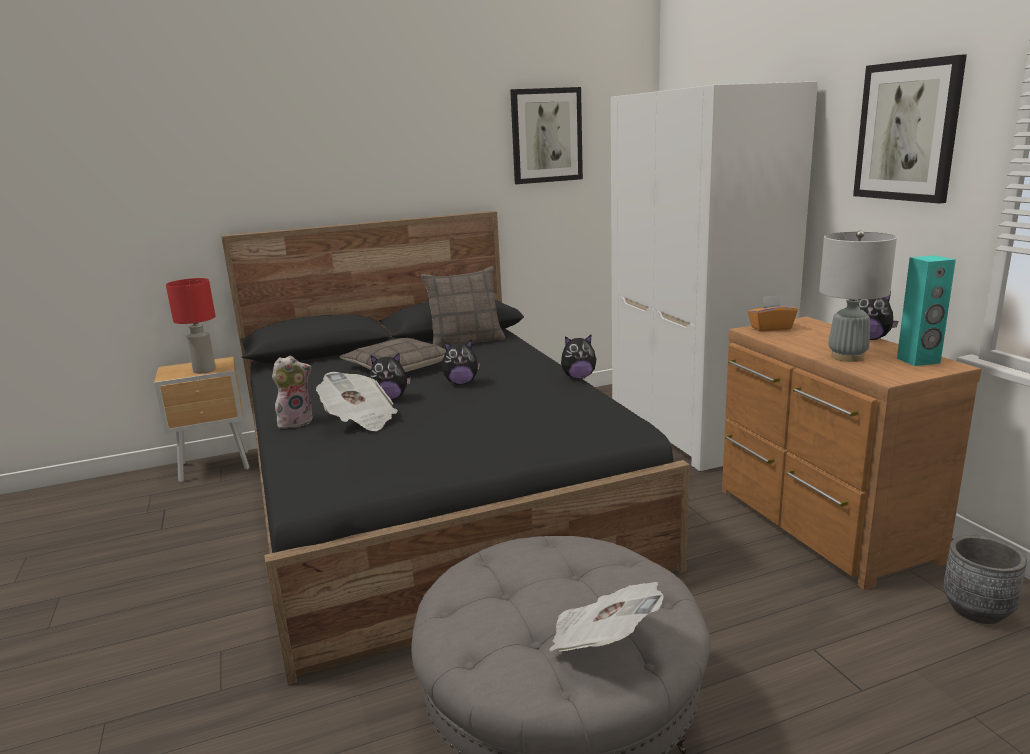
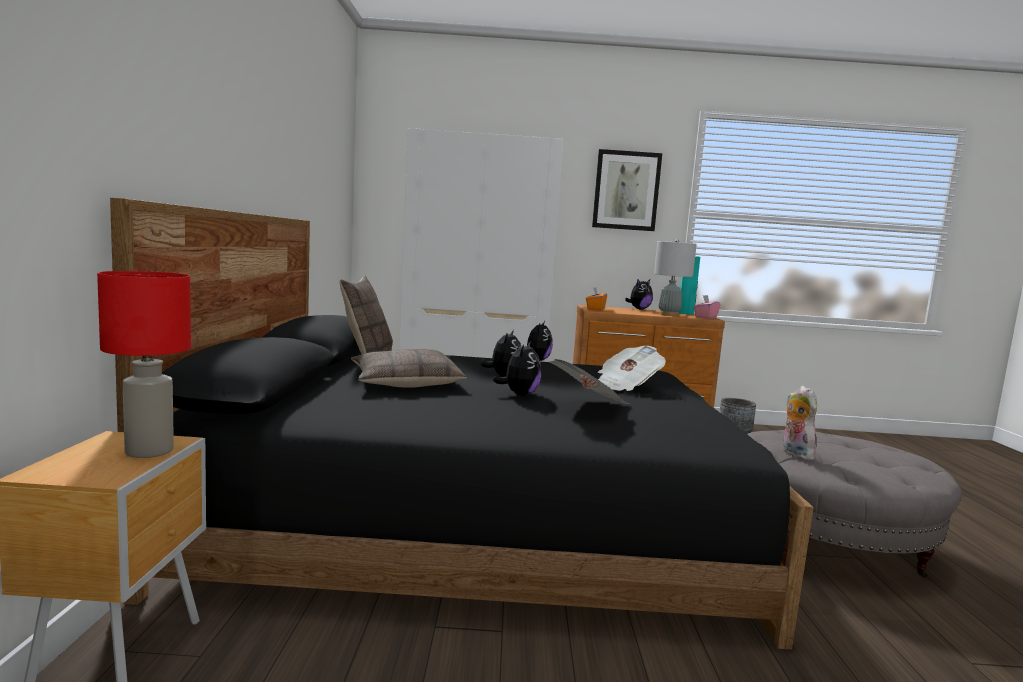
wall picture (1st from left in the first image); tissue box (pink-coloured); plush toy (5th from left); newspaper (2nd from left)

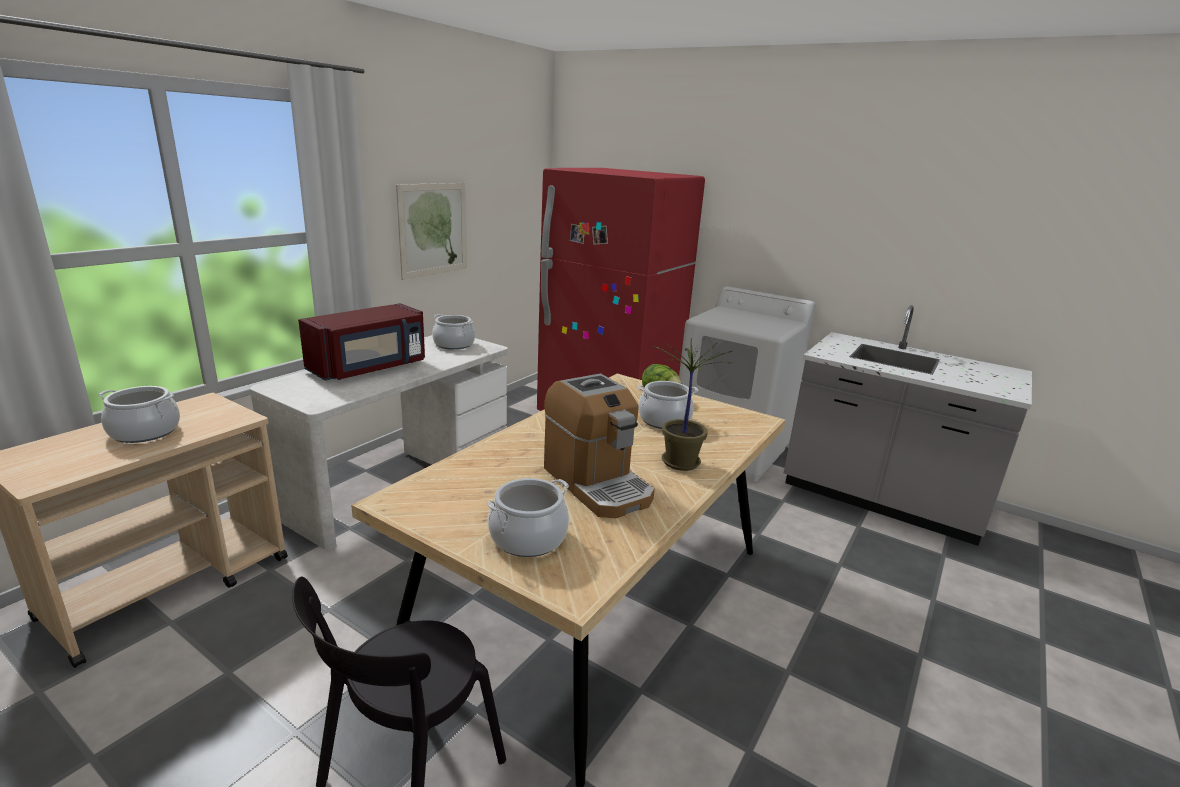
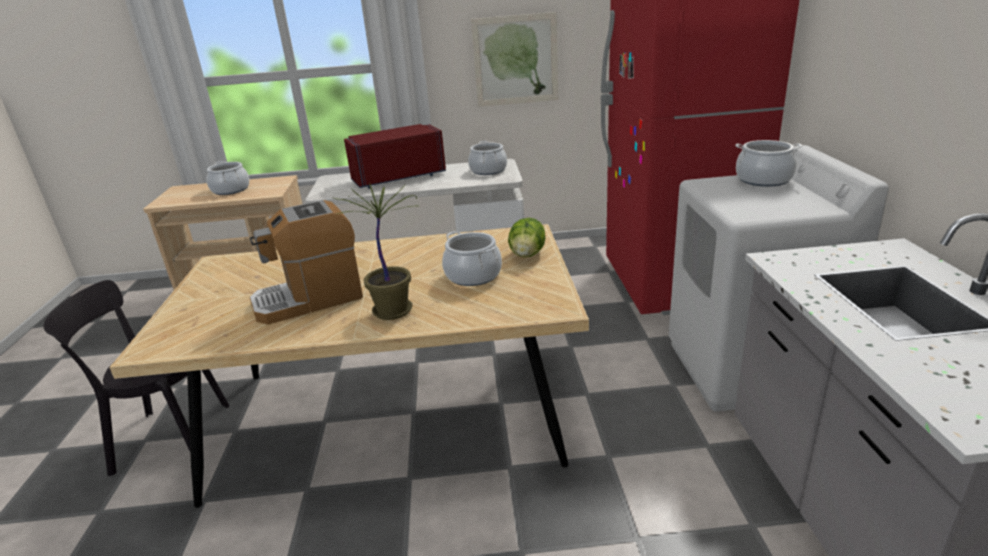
cooking pot (4th from left); microwave oven (reddish); coffee brewer

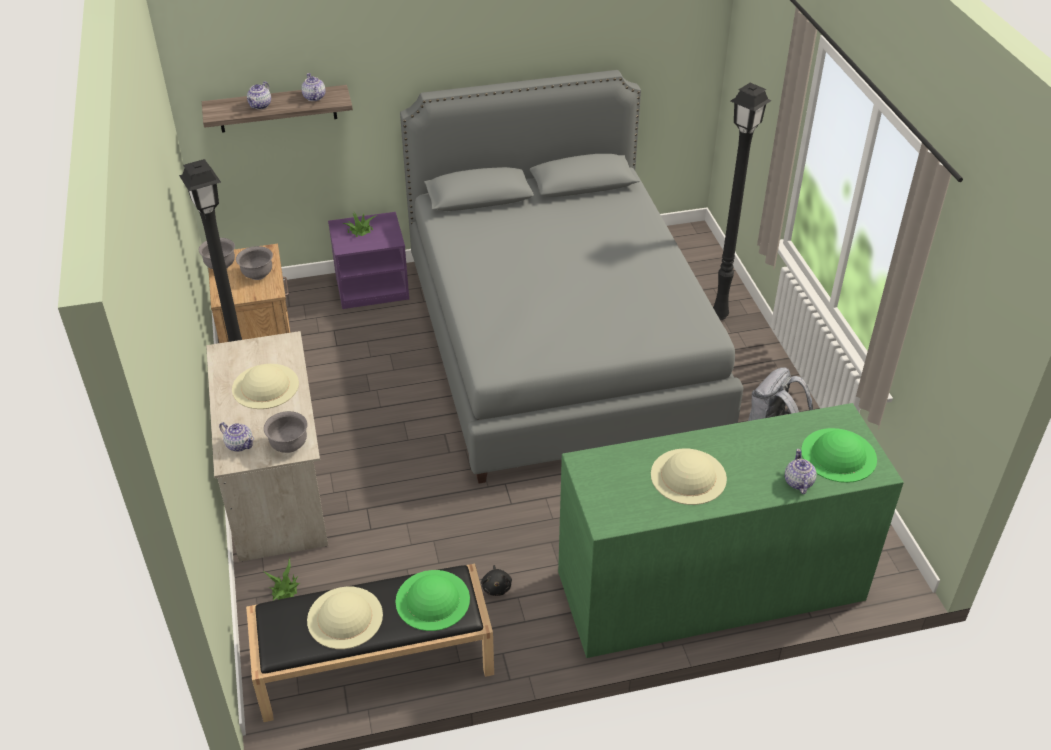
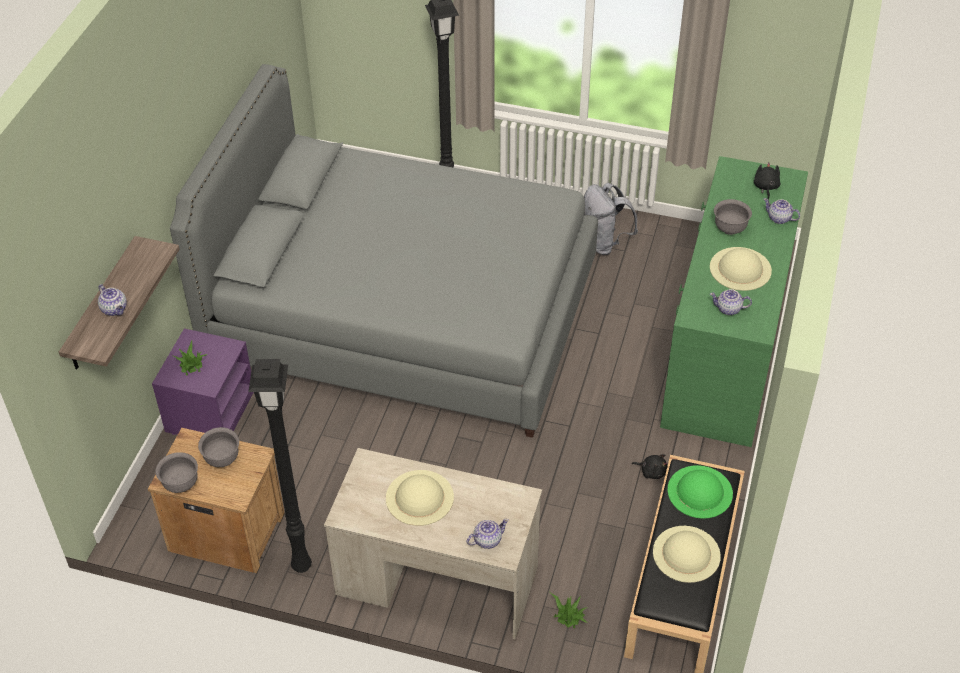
serving bowl (greyish) (3rd from left); tea pot (3rd from left); plush toy (black-coloured) (2nd from left)

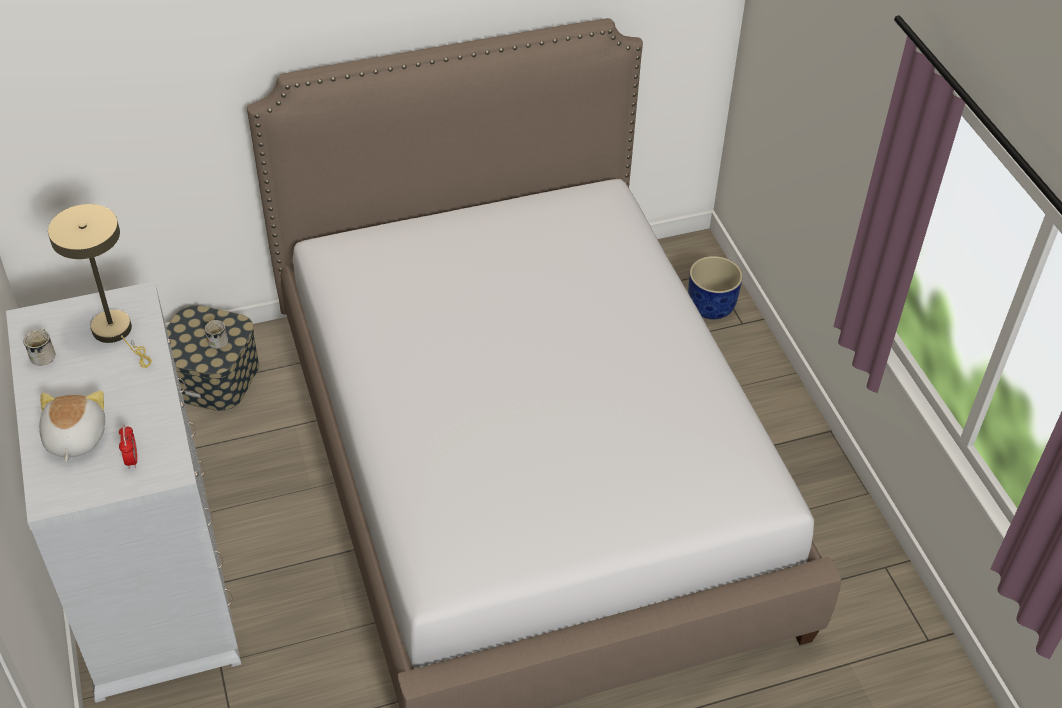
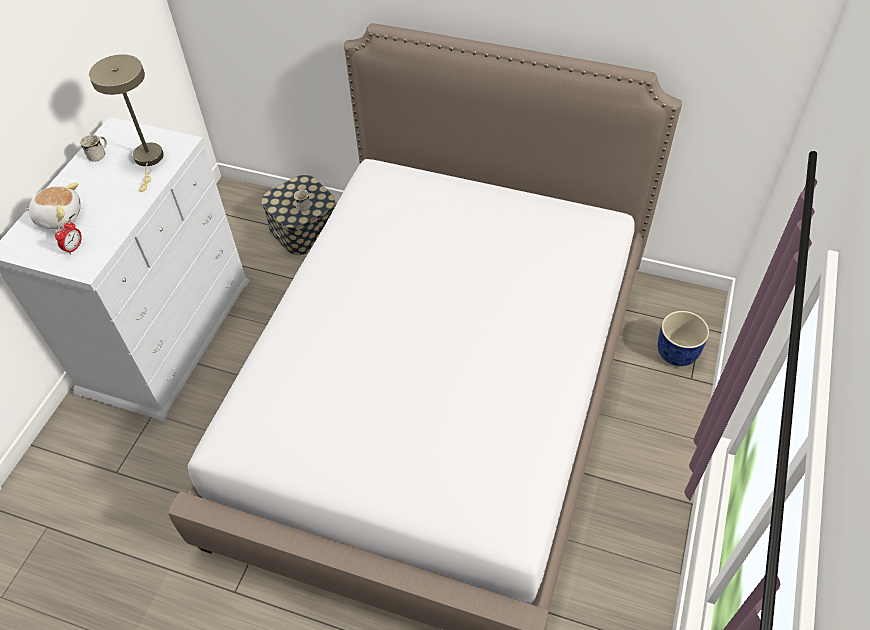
plush toy

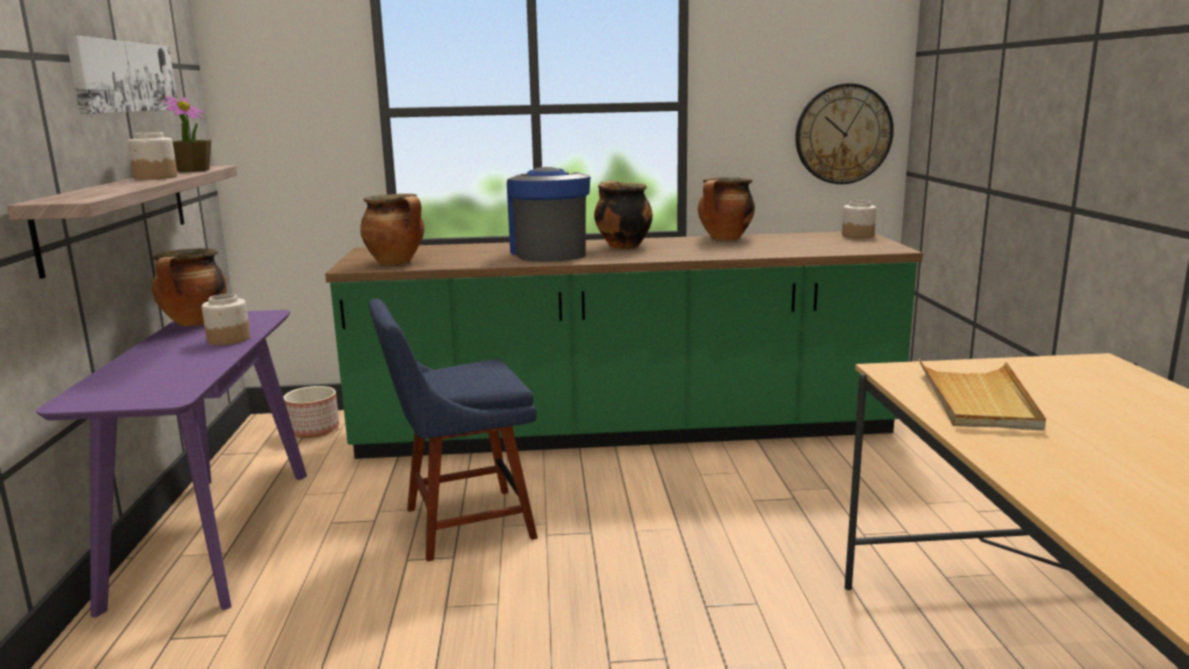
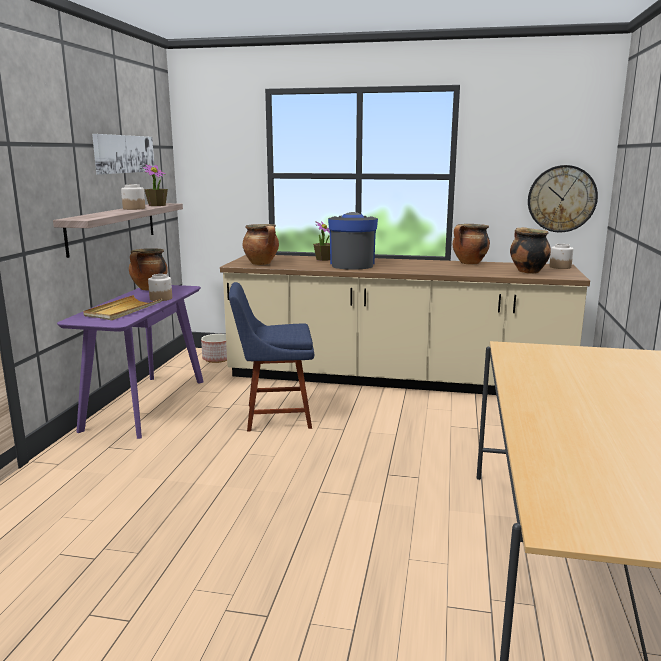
potted plant (2nd from left); cooking pot (4th from left); tray (beige); kitchen counter (beige)

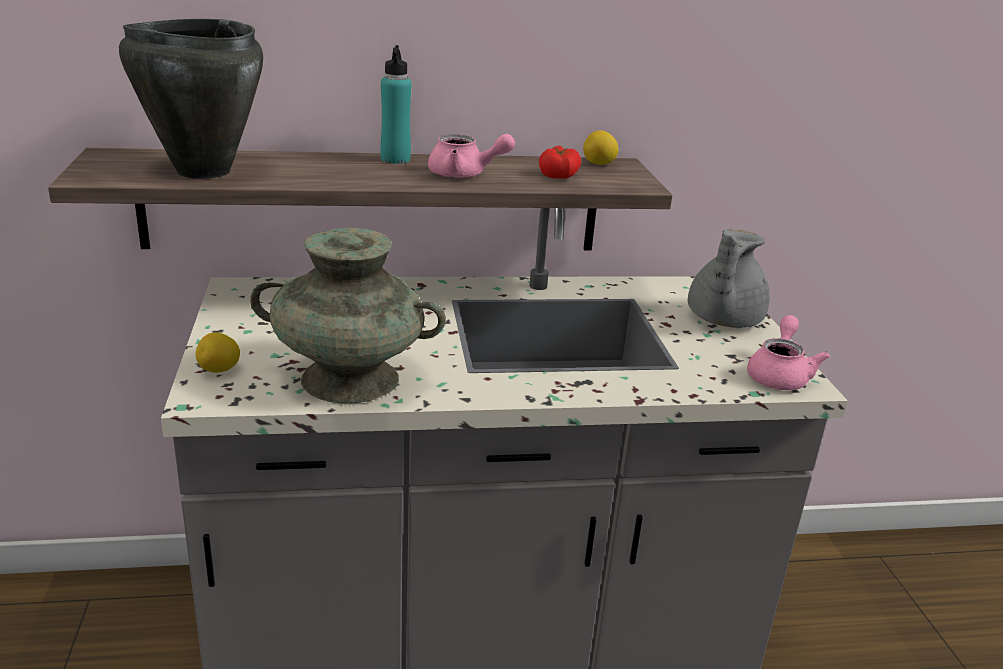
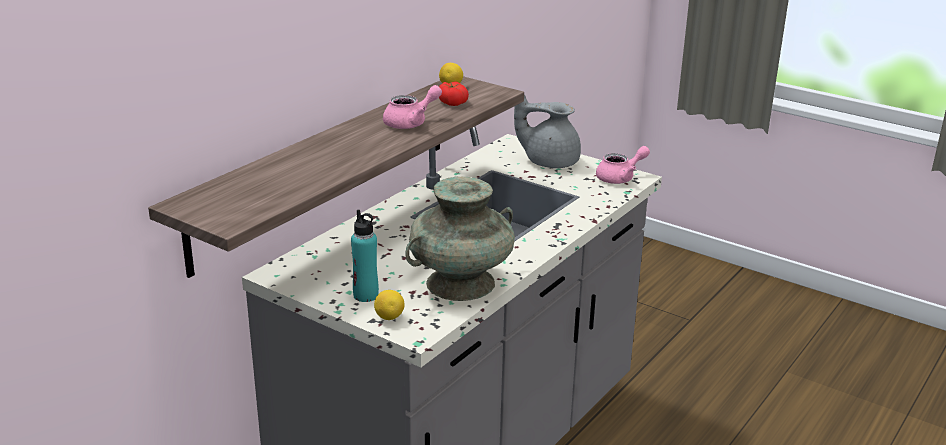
cooking pot (black-coloured); beverage bottle (turquoise); tea pot (greyish); tea pot (pink-coloured) (2nd from left)

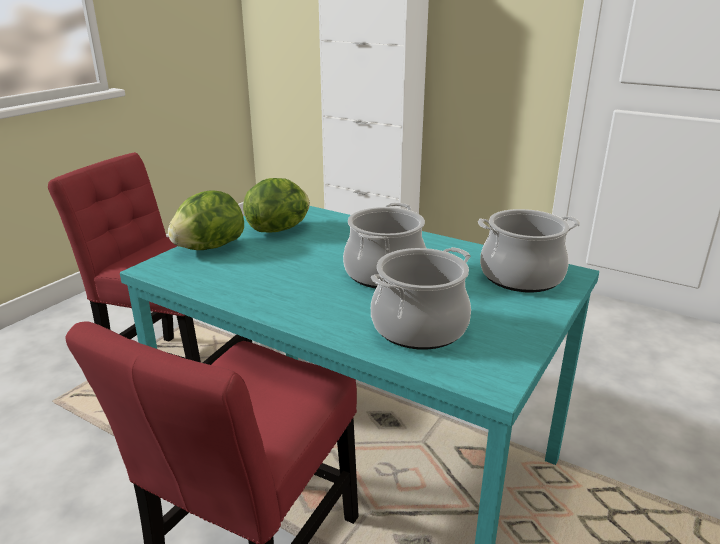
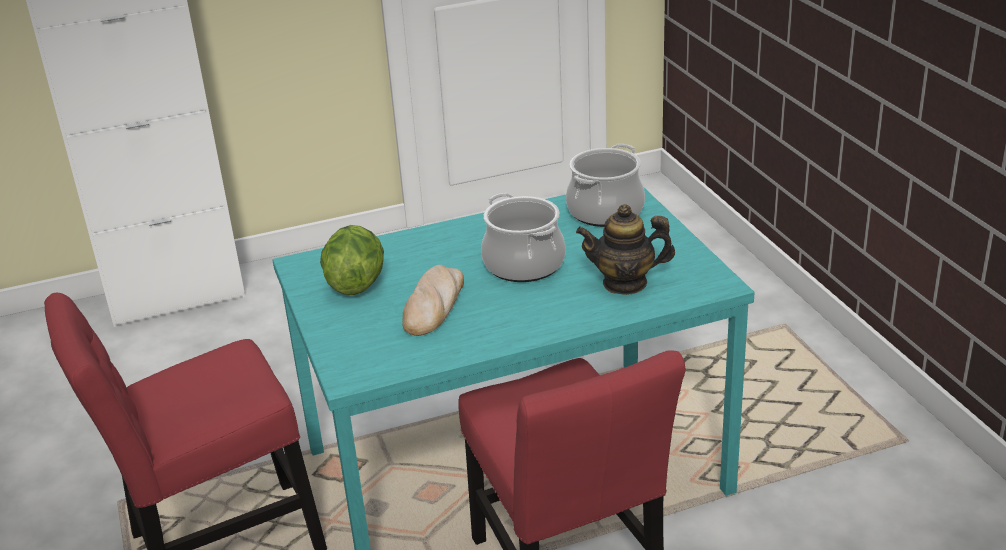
lettuce head (1st from left in the first image); bread; tea pot

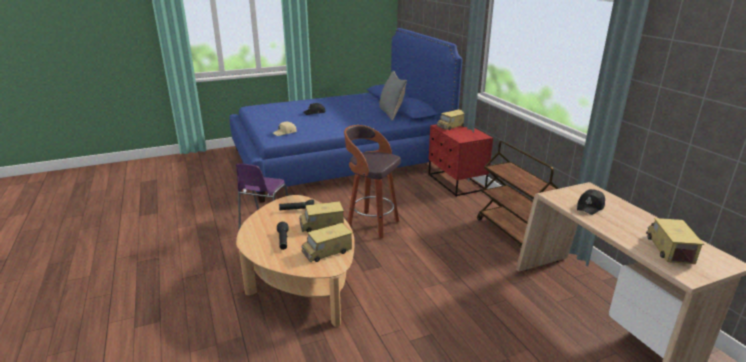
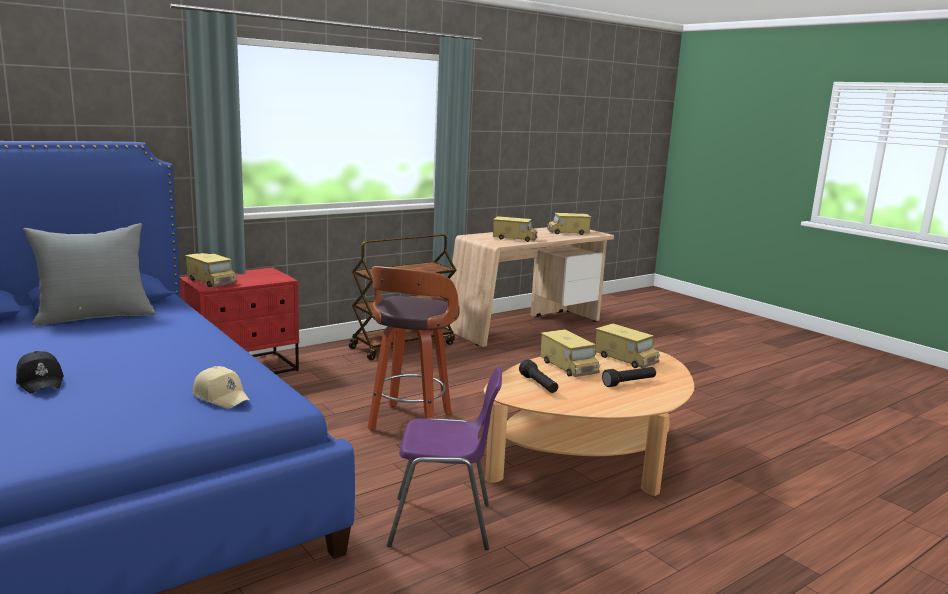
toy truck (2nd from left)

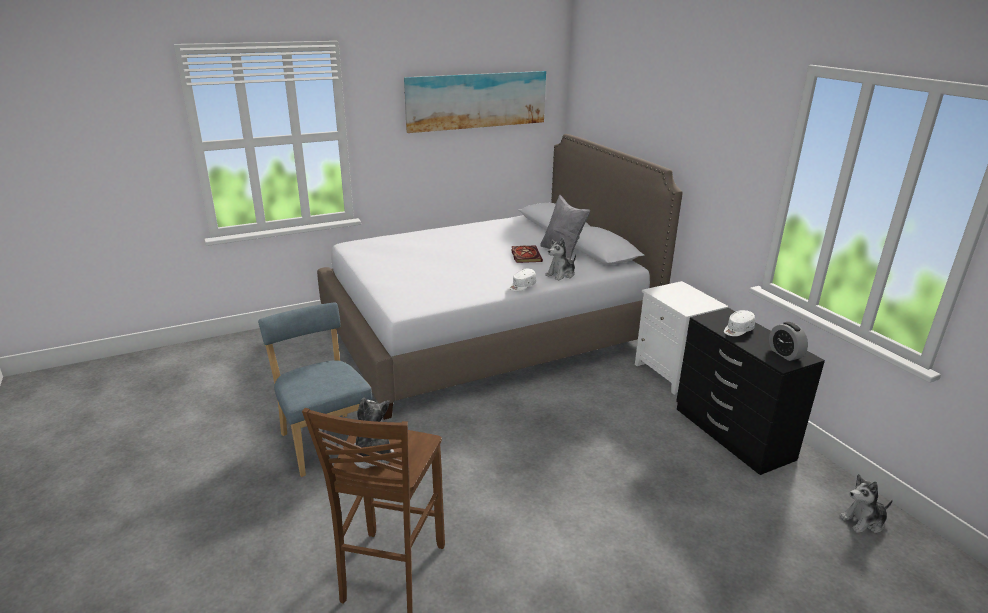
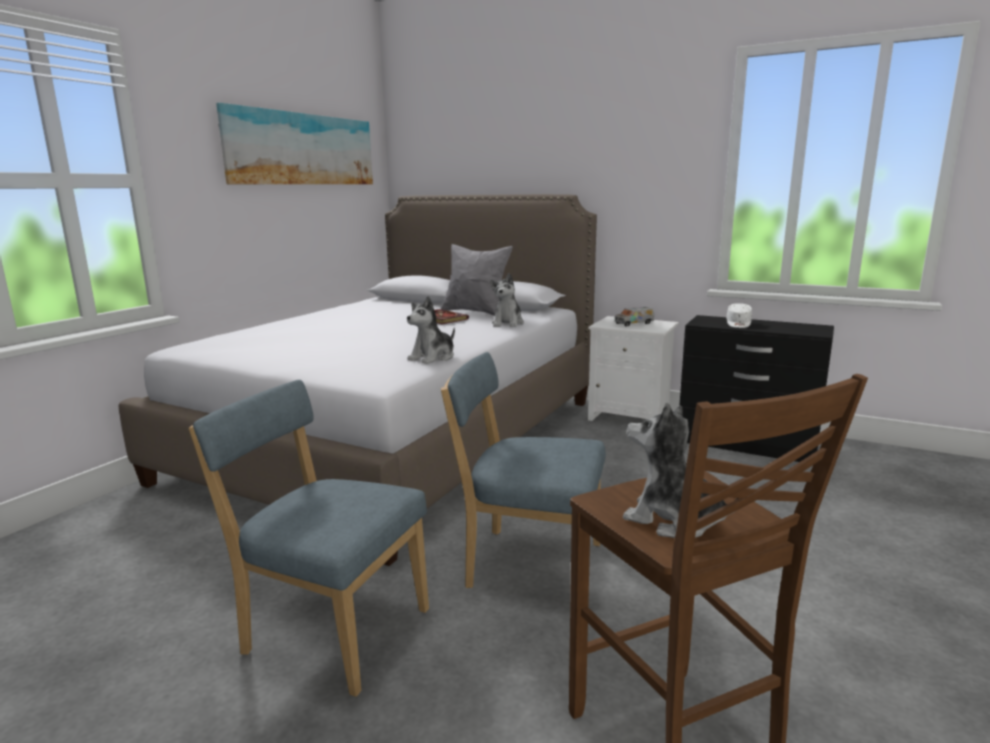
peaked cap (white) (1st from left in the first image); table clock; upright chair (blue) (2nd from left); toy truck; plush toy (1st from left)

